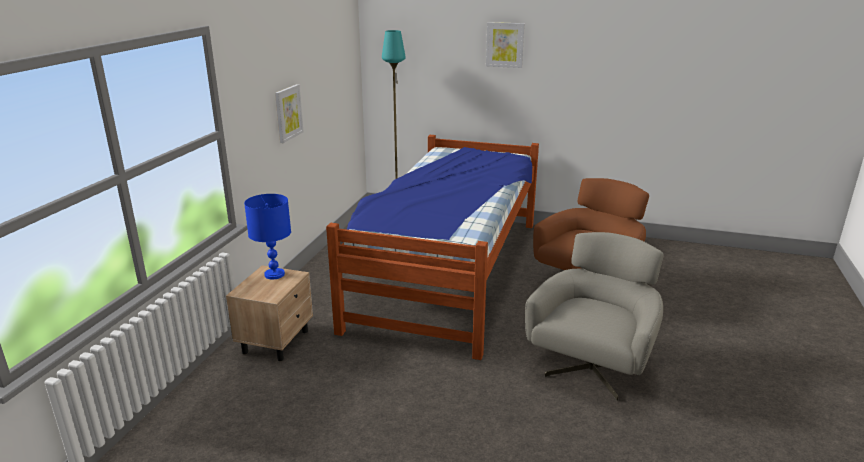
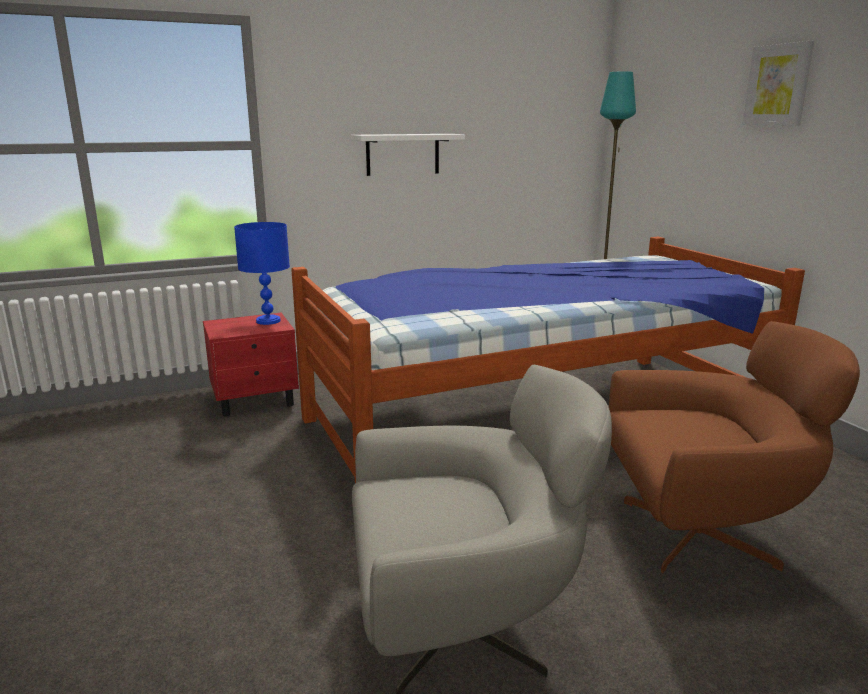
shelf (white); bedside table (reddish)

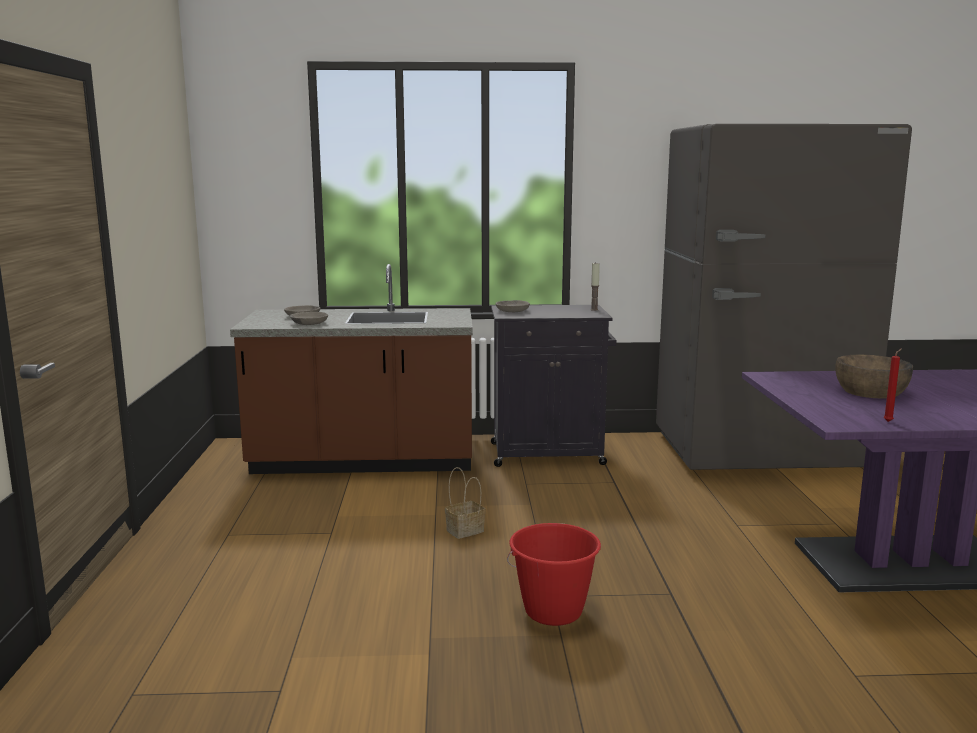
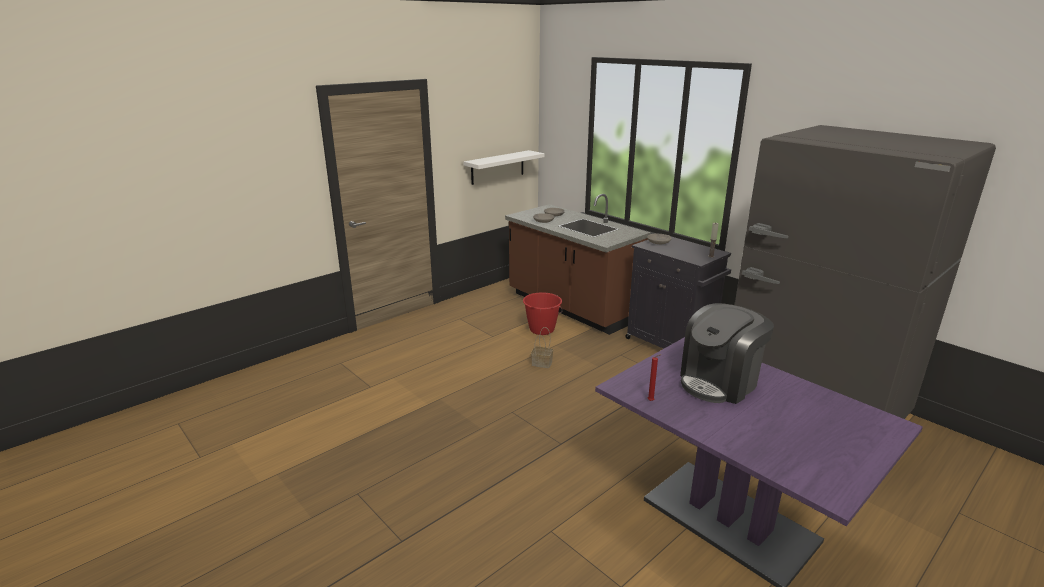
shelf (white); pail (reddish); coffee brewer

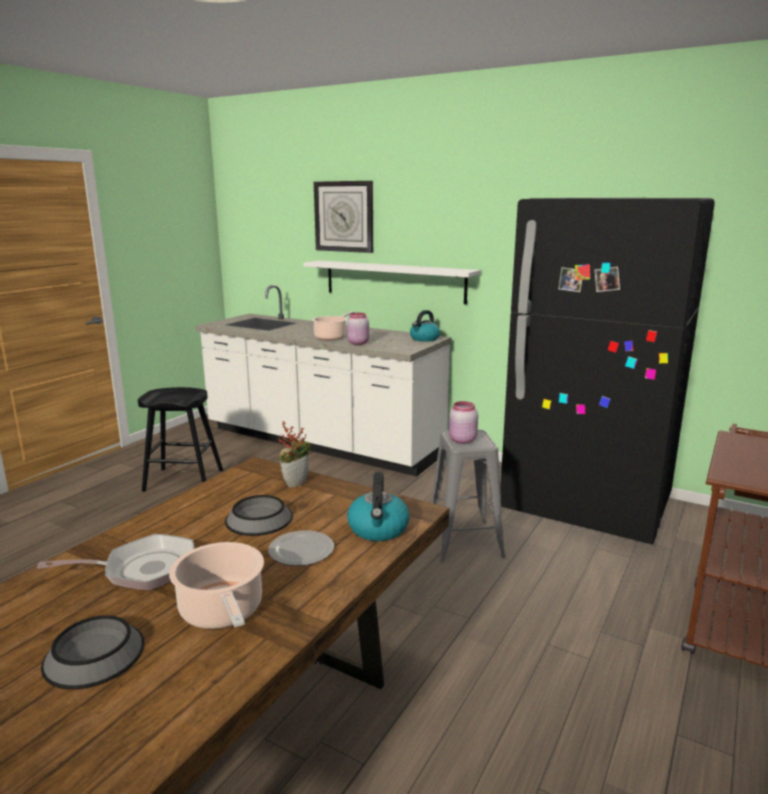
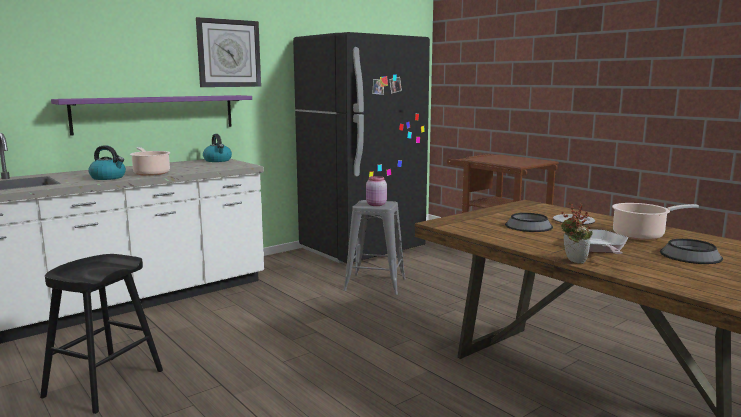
jar (pink-coloured) (1st from left in the first image); potted plant; hanging clock; water kettle (1st from left); shelf (purple-coloured)

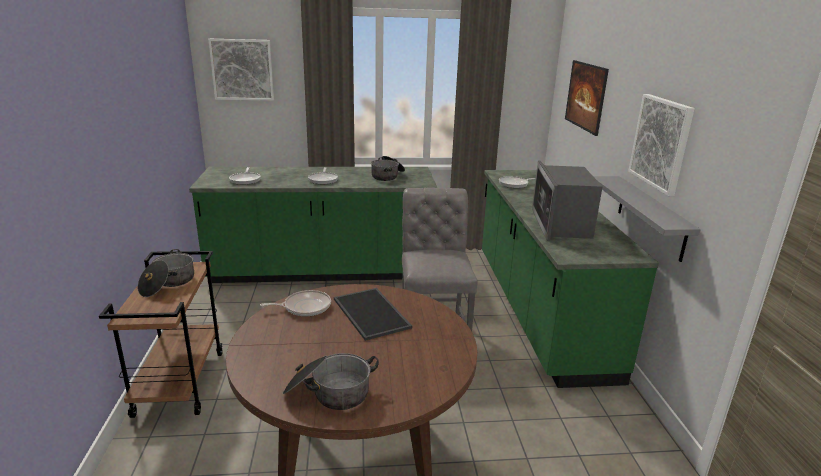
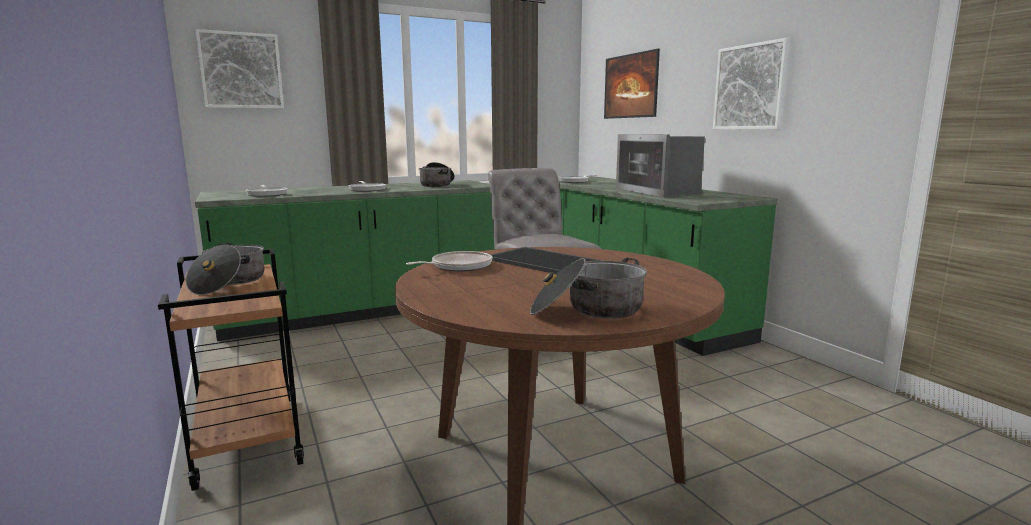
shelf (greyish)

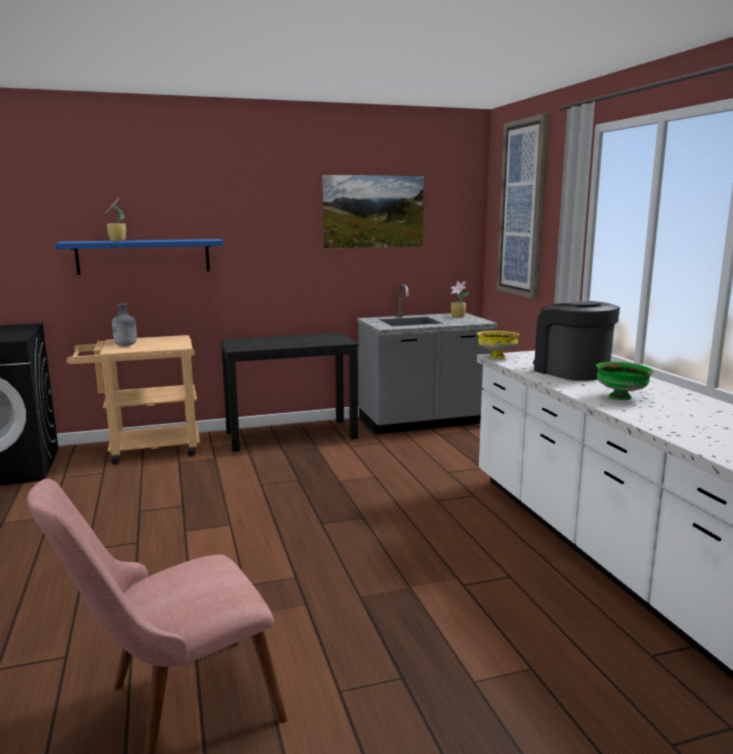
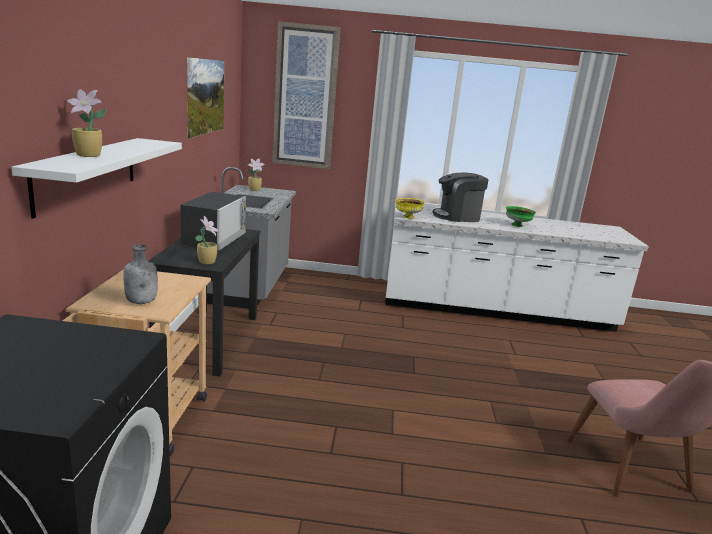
microwave oven; potted plant (2nd from left); shelf (white)

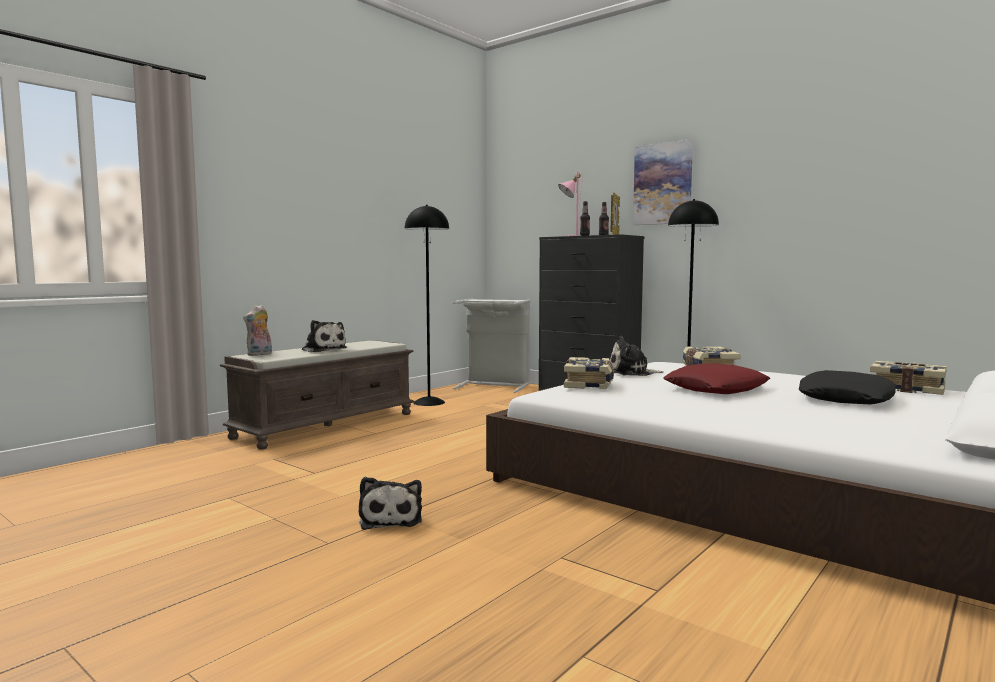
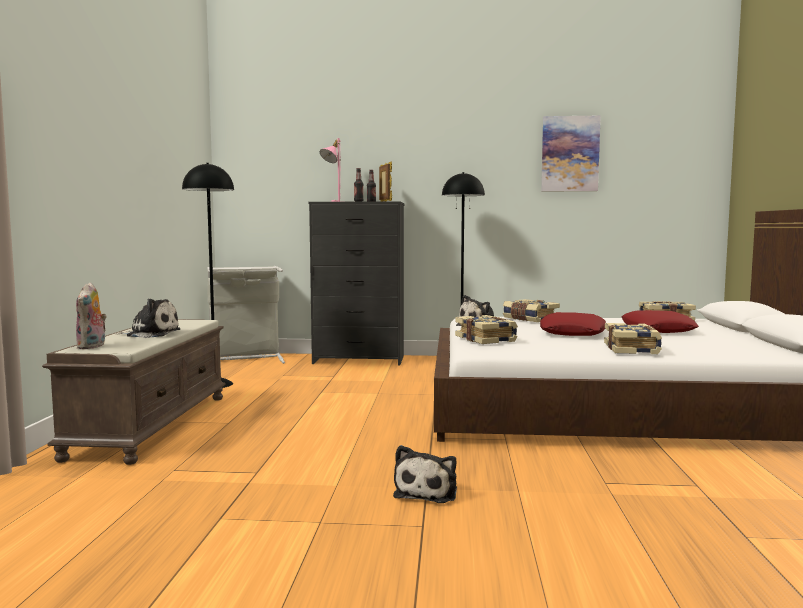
bound book (3rd from left); wall picture; cushion (reddish) (2nd from left); plush toy (3rd from left)

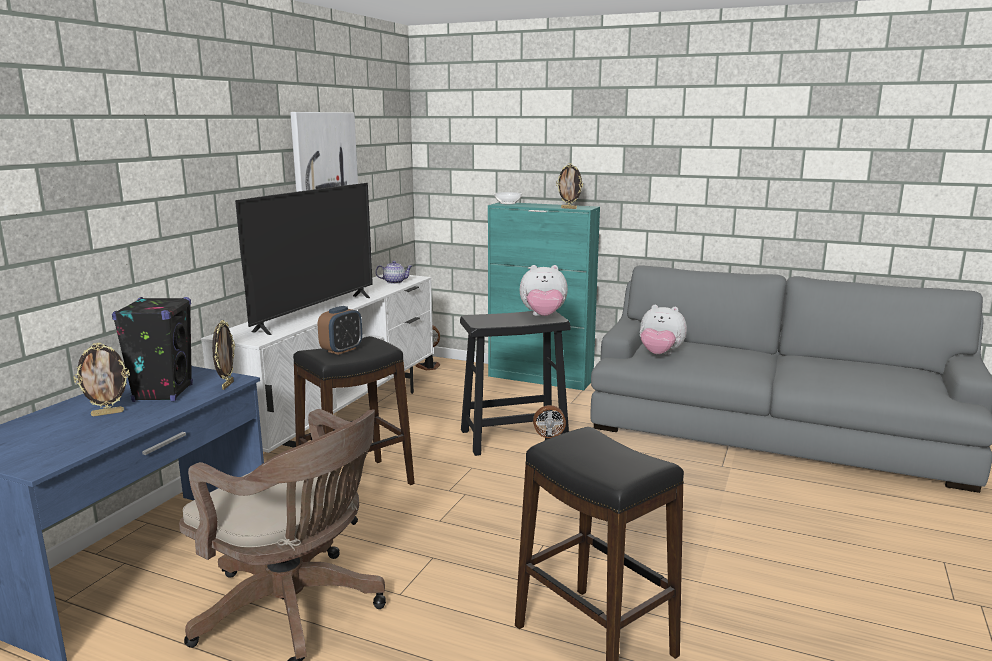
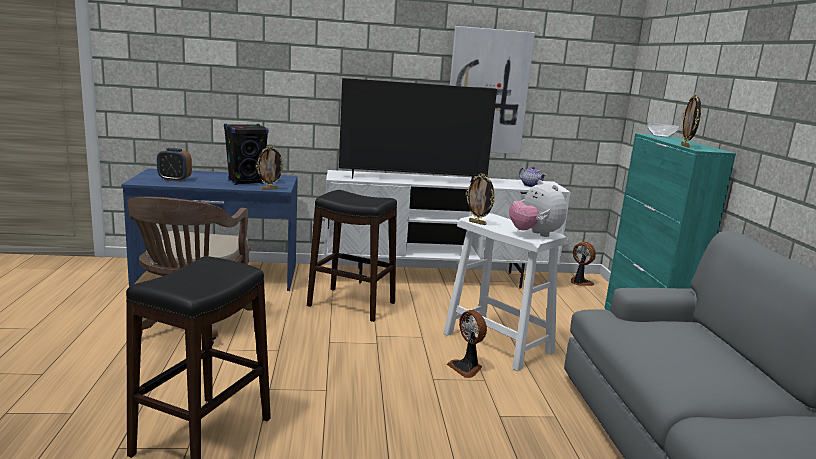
plush toy (2nd from left in the first image); photo frame (2nd from left); table clock; sitting stool (white)

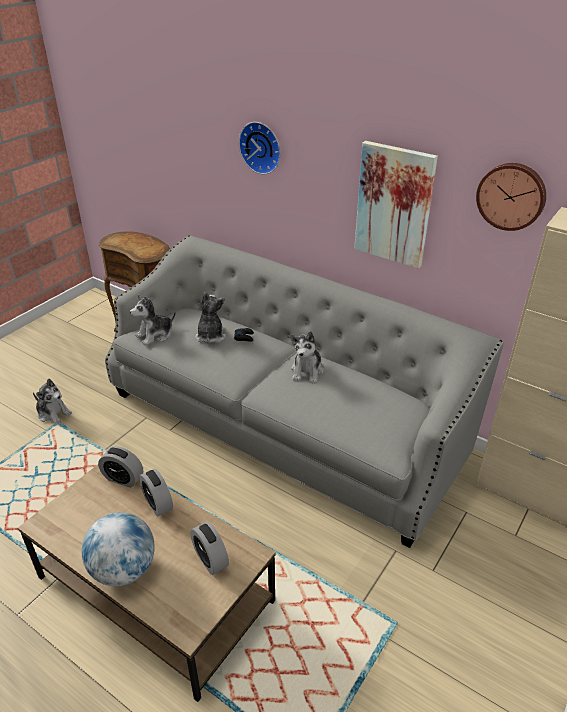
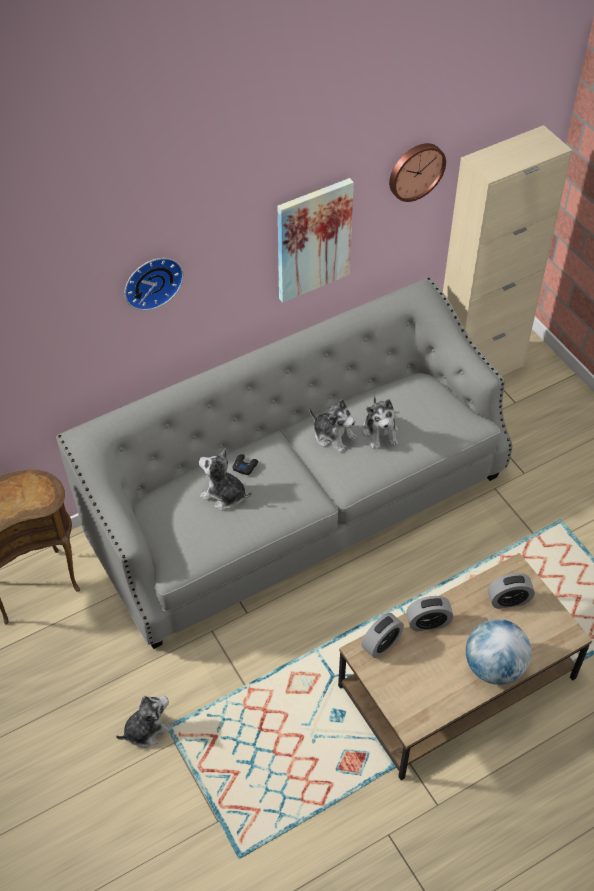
plush toy (4th from left)

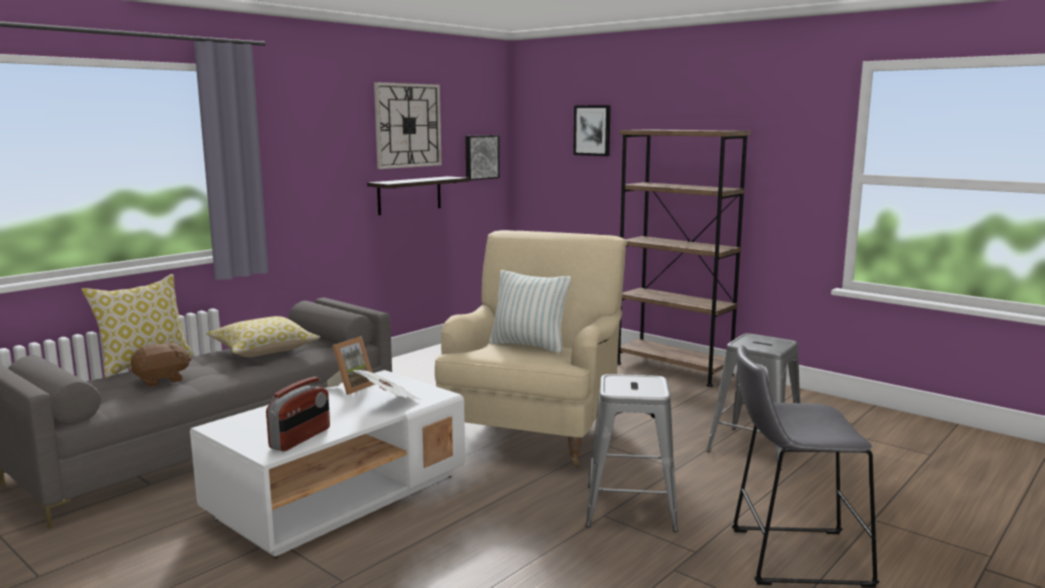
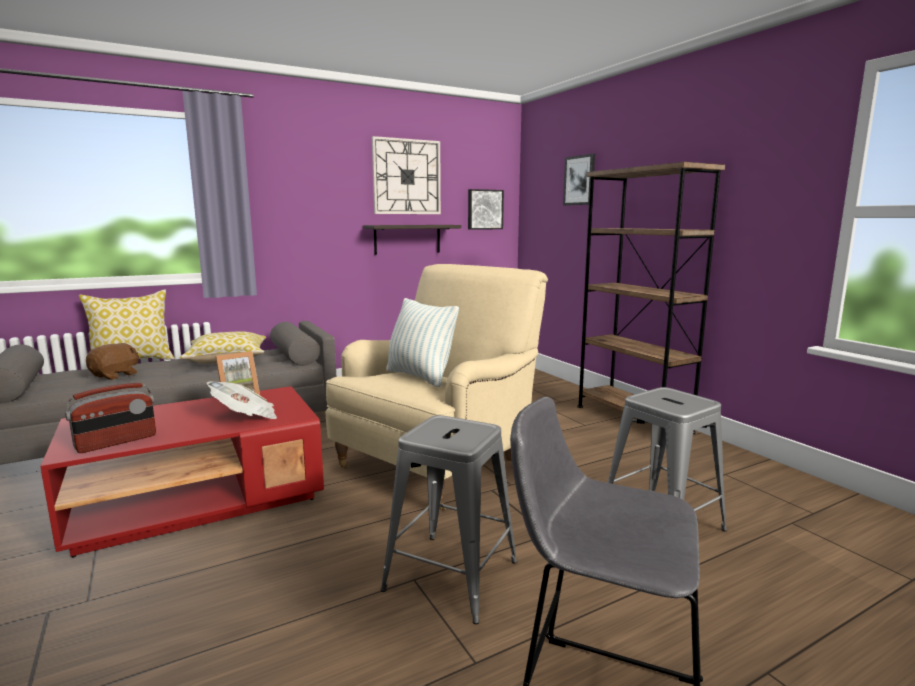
low table (reddish); plush toy (brown-coloured)

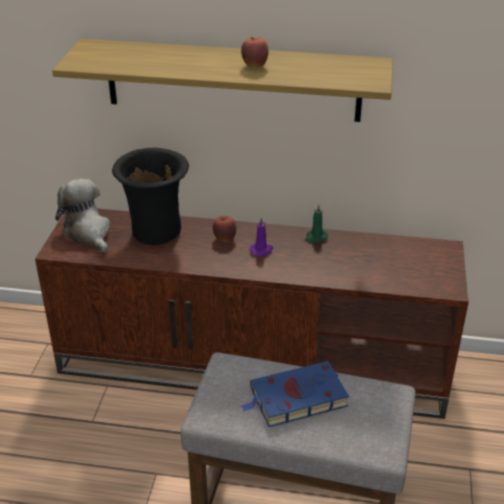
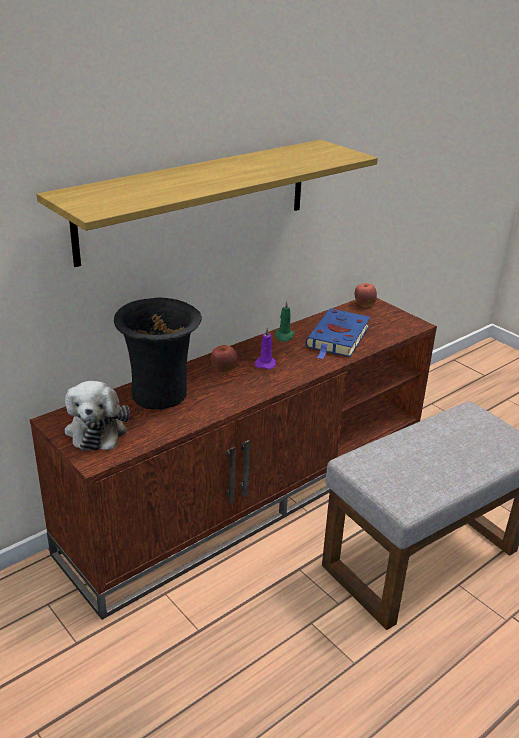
apple fruit (2nd from left); bound book (blue); plush toy

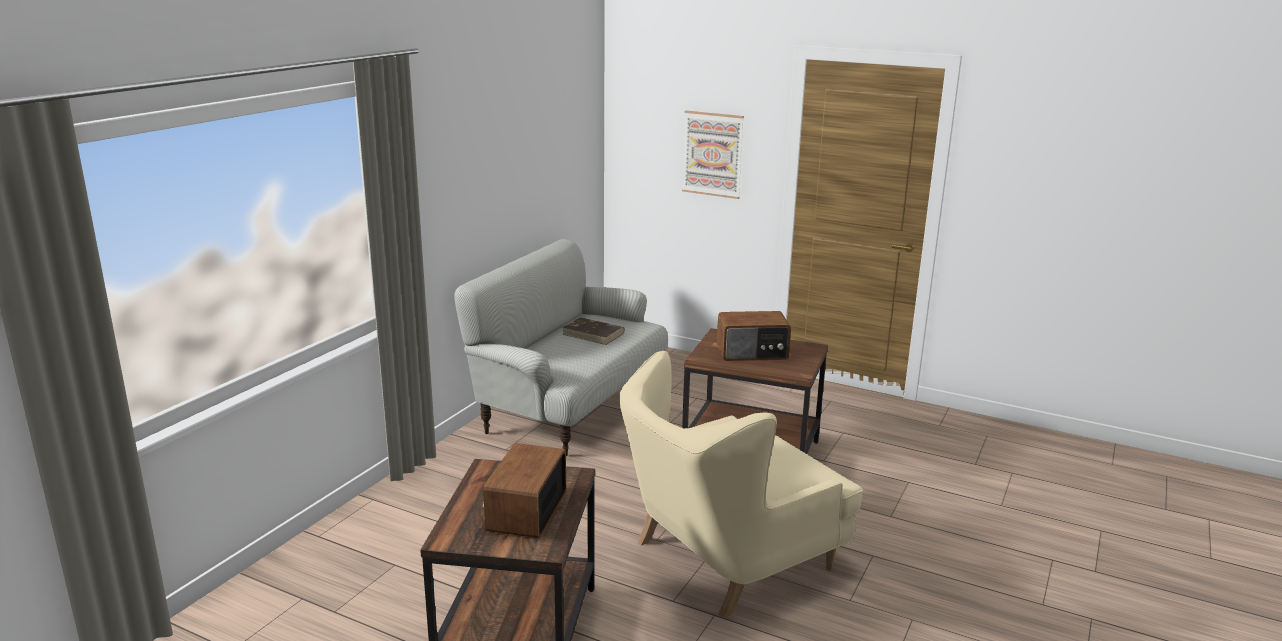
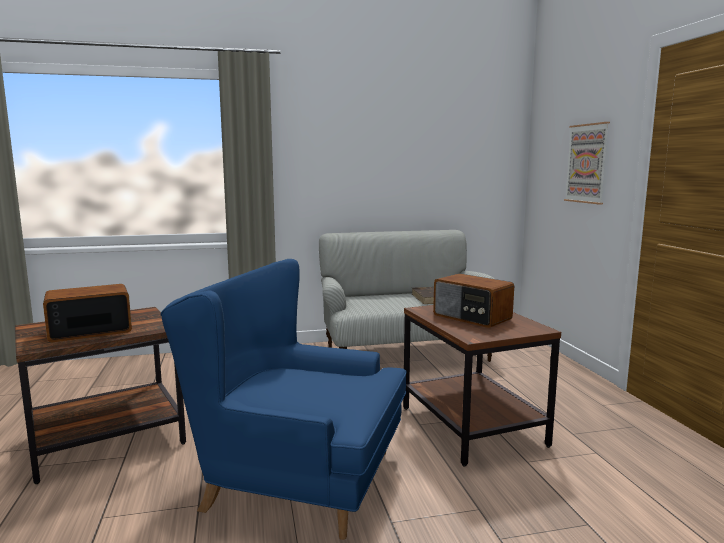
armchair (blue)

